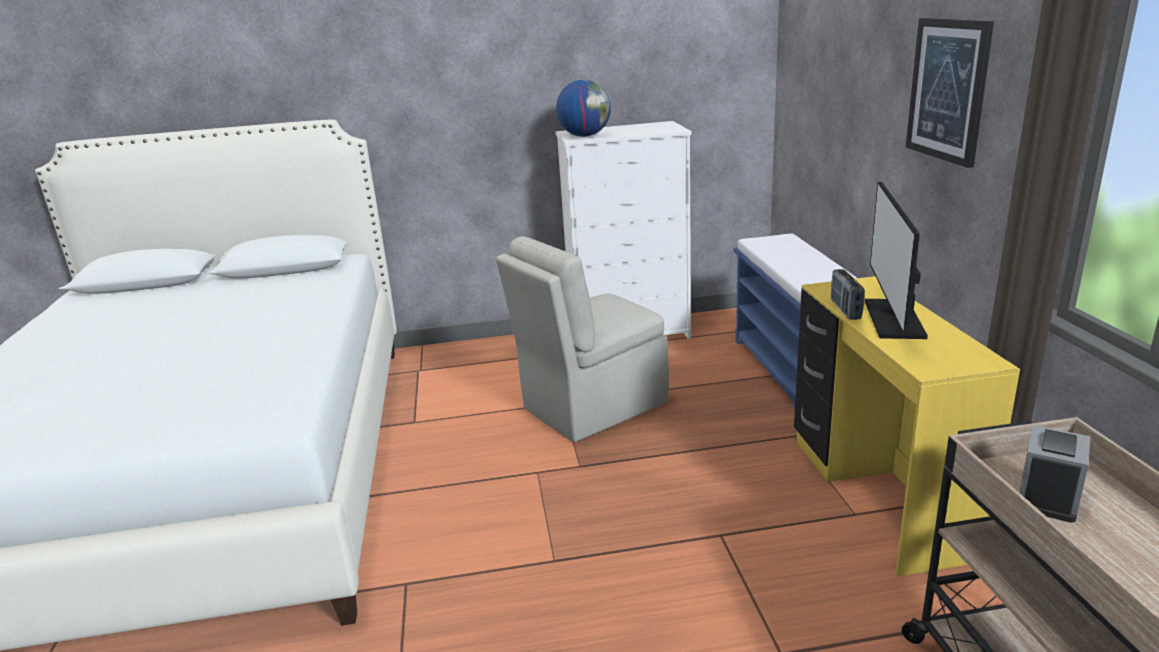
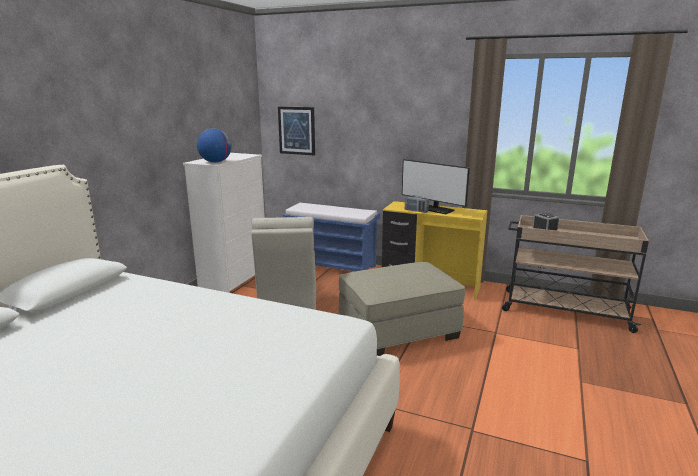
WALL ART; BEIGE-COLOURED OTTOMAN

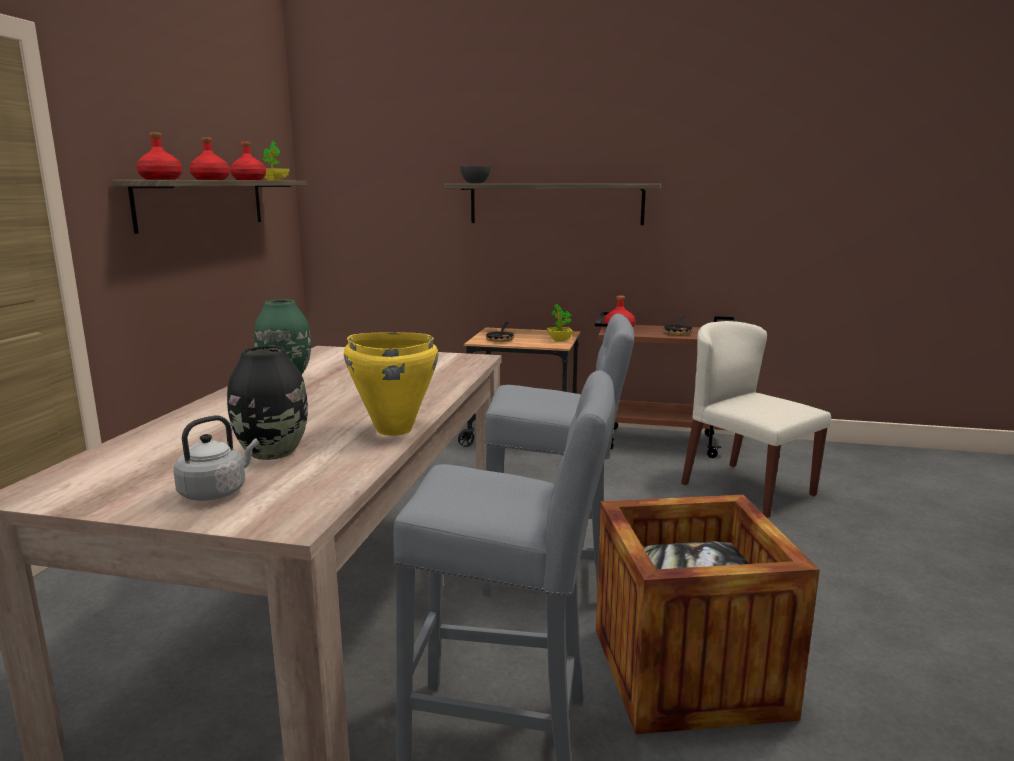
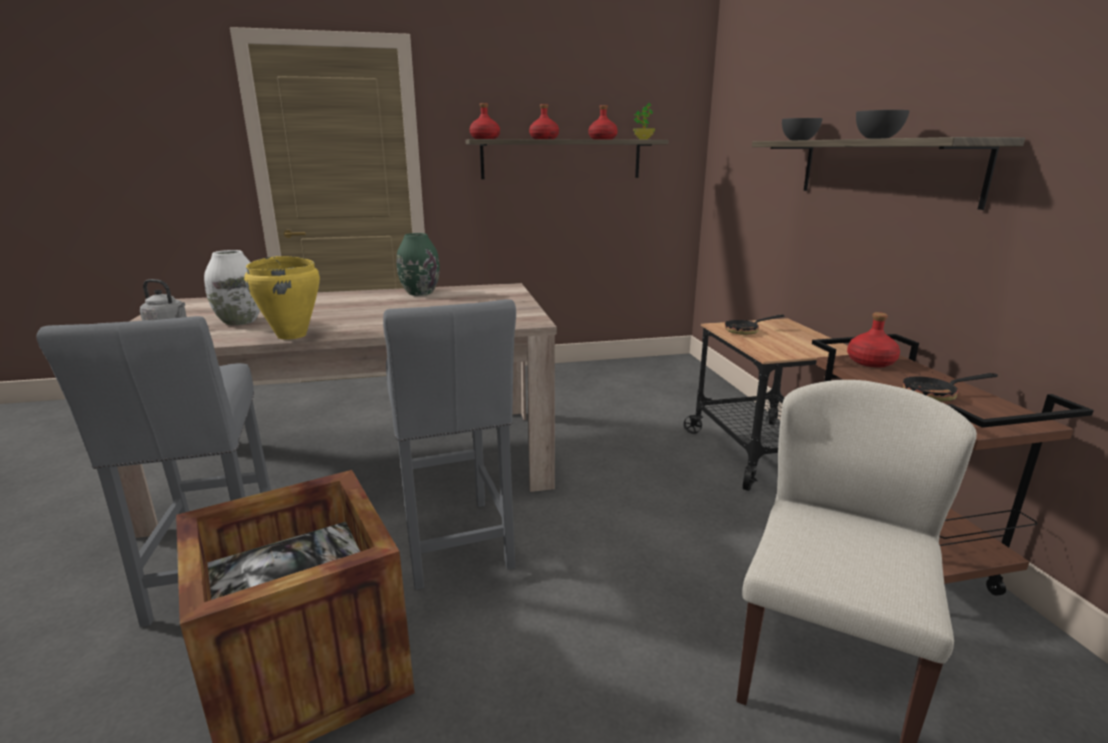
WHITISH FLOWER VASE; GREYISH SERVING BOWL (no. 2 from left); PLANT IN A POT (no. 2 from left in the first image)

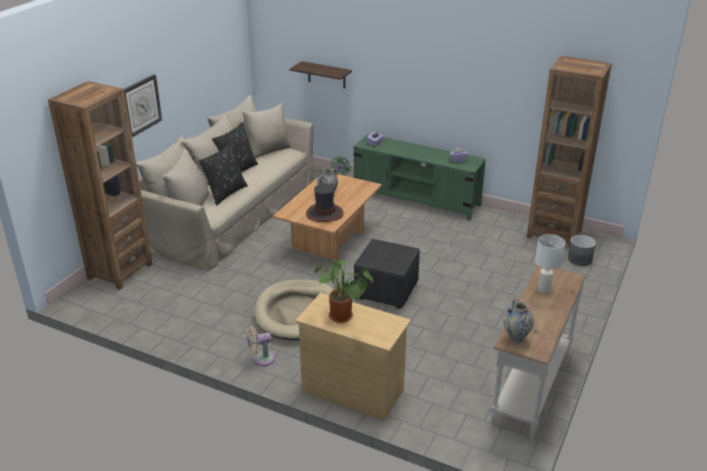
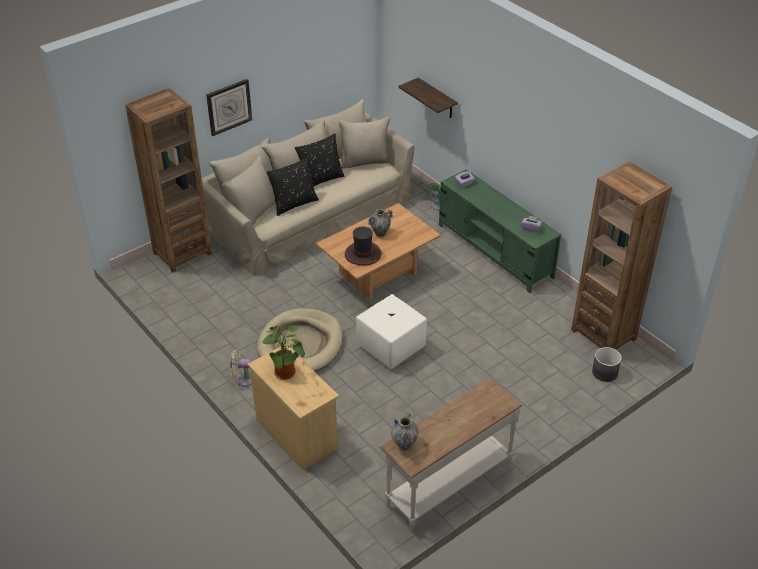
WHITISH OTTOMAN; WHITISH TABLETOP LAMP

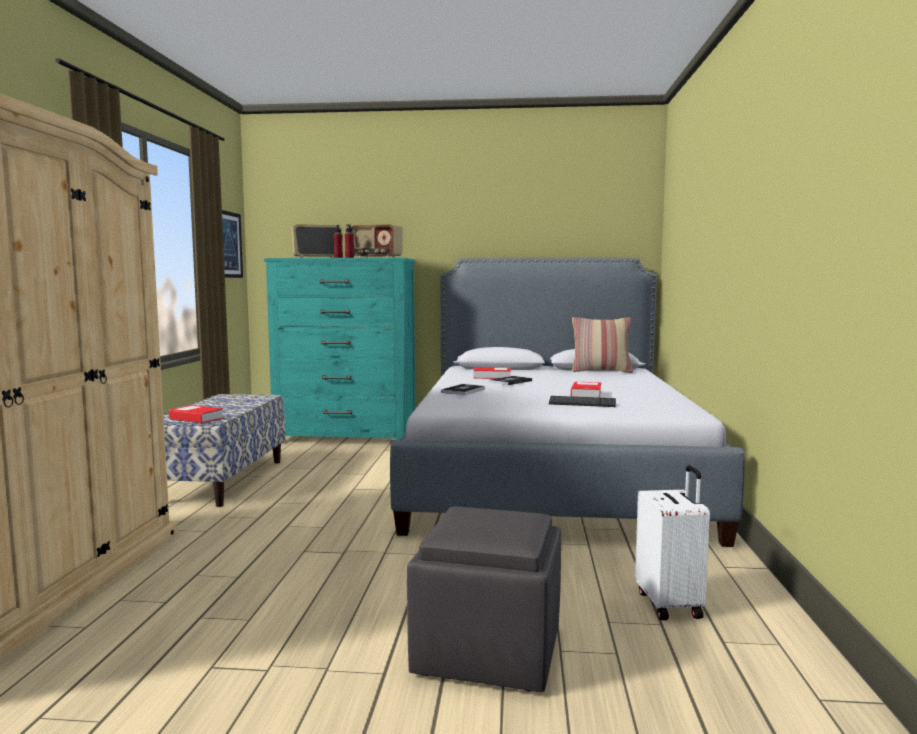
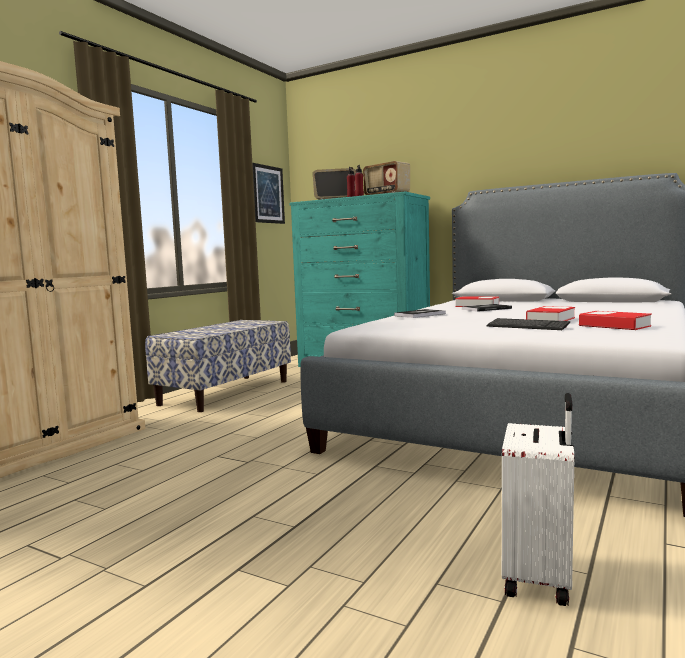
BOOK (no. 5 from left); GREYISH OTTOMAN; CUSHION

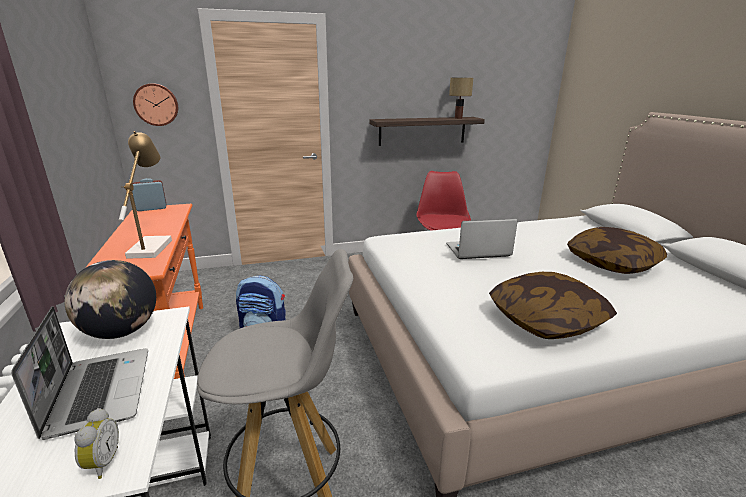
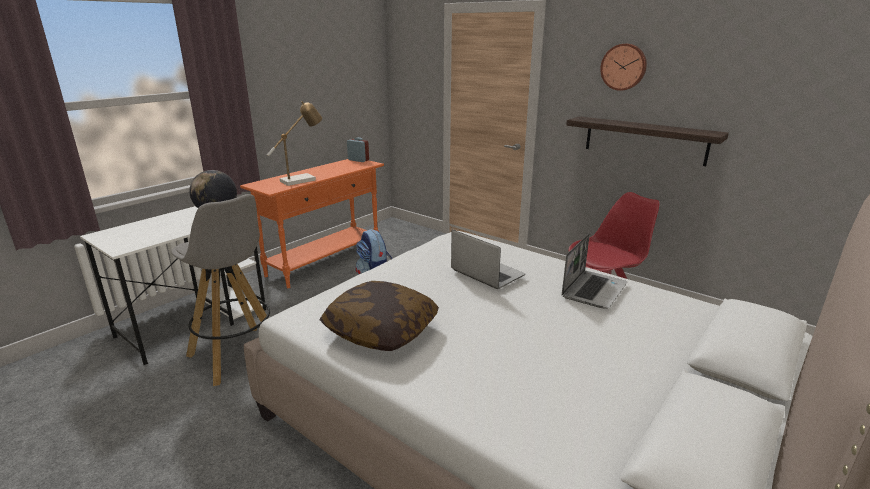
PORTABLE COMPUTER (no. 2 from left); WALL CLOCK; BEDSIDE CLOCK (no. 1 from left in the first image); TABLETOP LAMP (no. 2 from left in the first image); CUSHION (no. 2 from left in the first image)

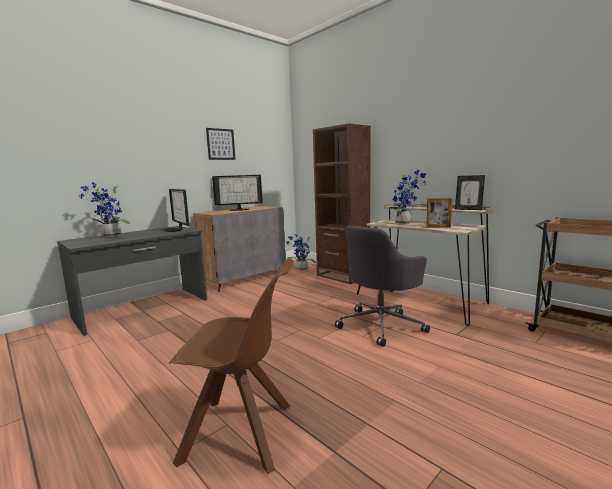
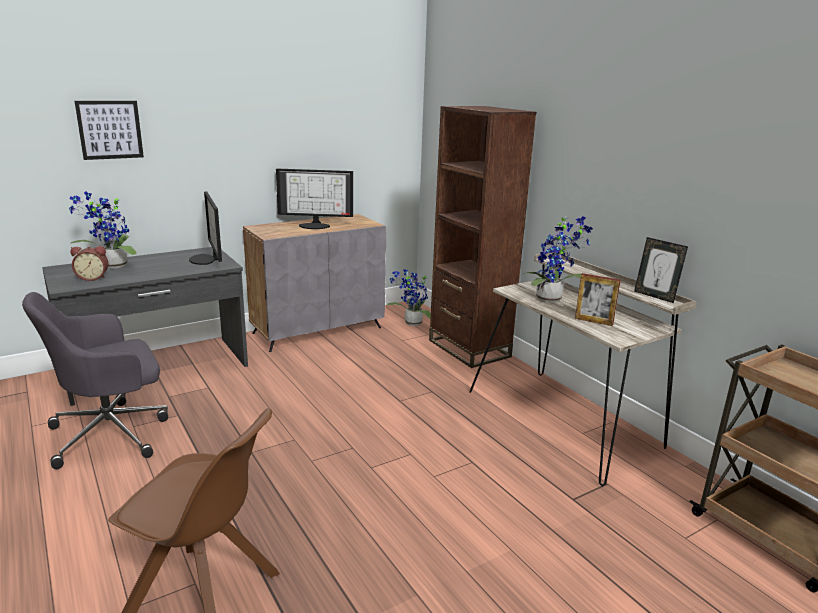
GREYISH COMPUTER CHAIR; BEDSIDE CLOCK; WALL ART

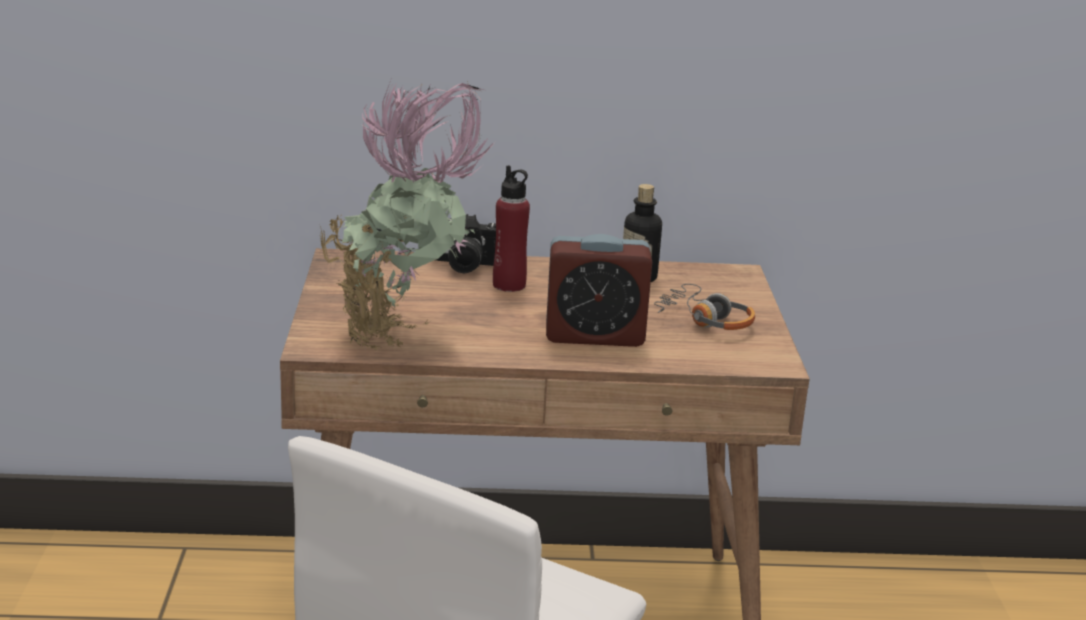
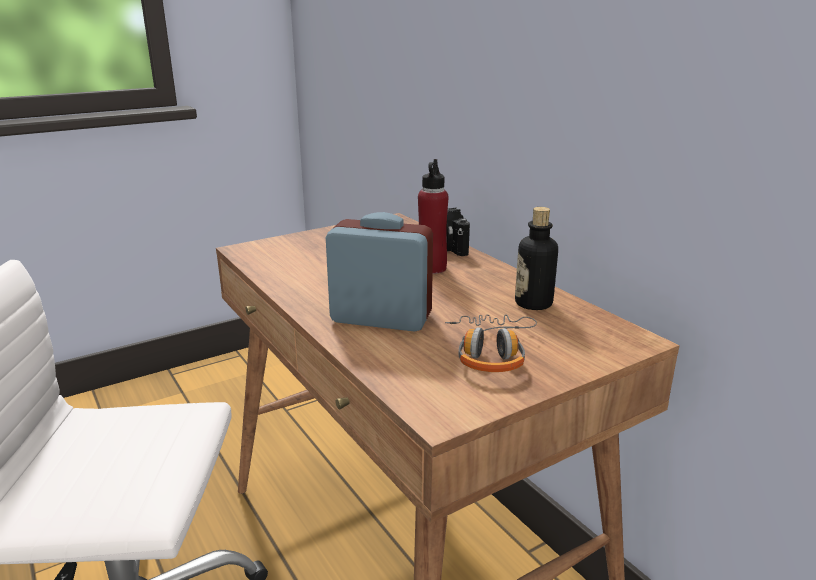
BEDSIDE CLOCK; PLANT IN A POT

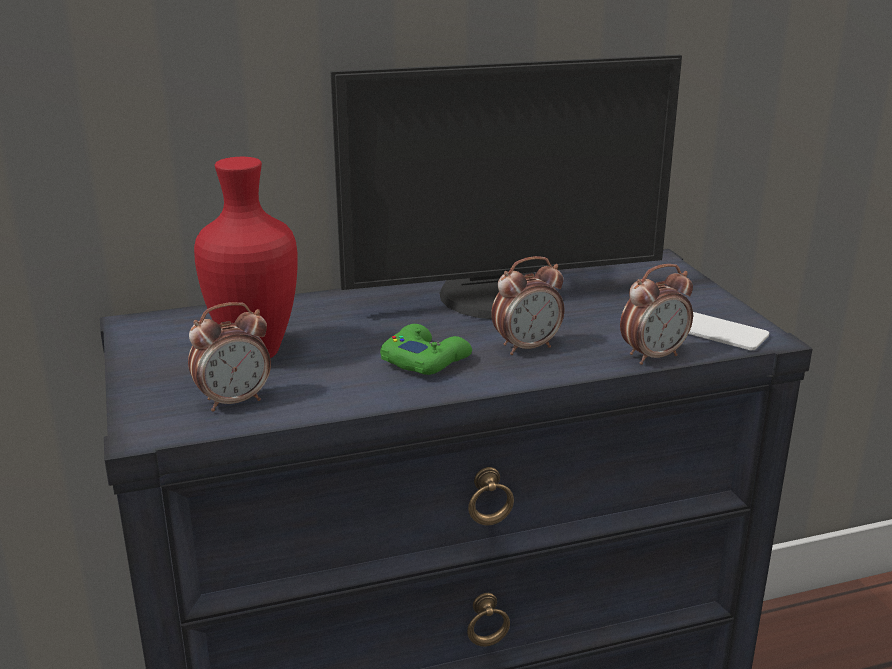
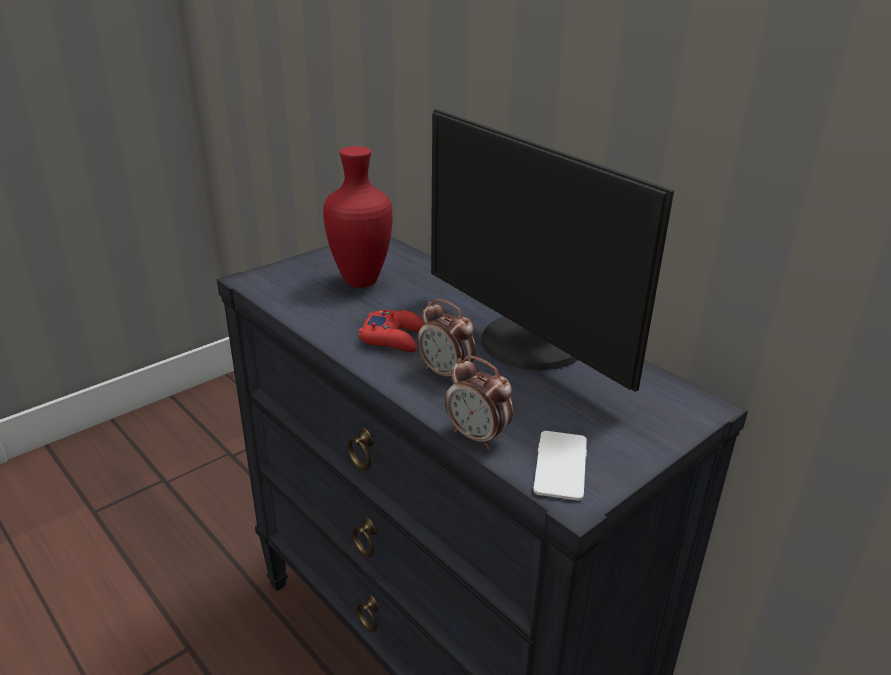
RED-COLOURED JOYPAD; BEDSIDE CLOCK (no. 1 from left in the first image)

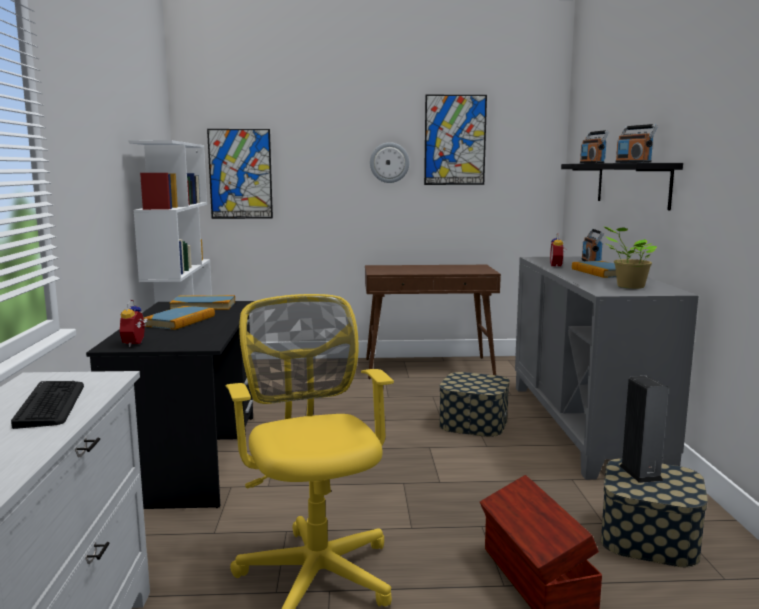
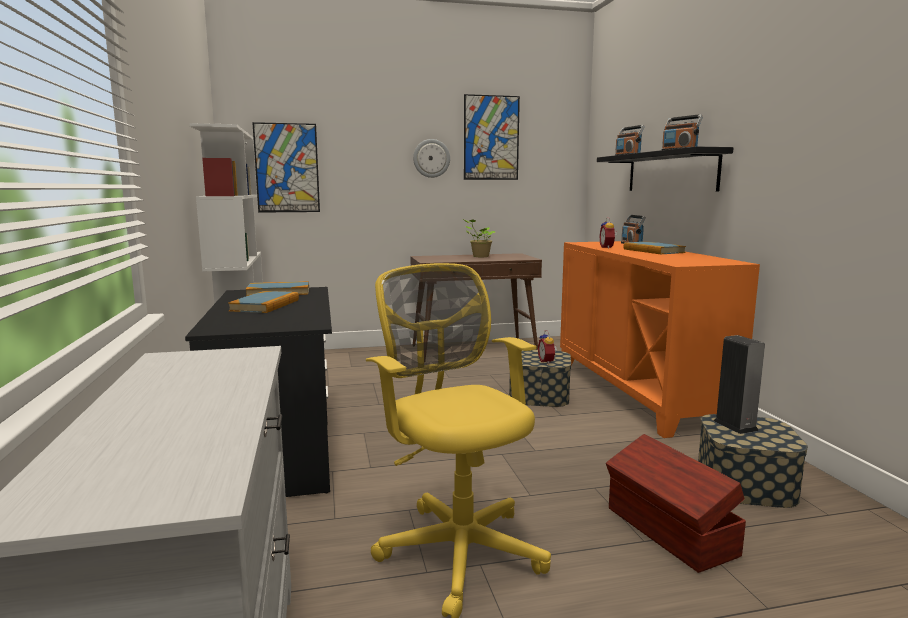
PLANT IN A POT; BEDSIDE CLOCK (no. 1 from left); ORANGE CUPBOARD; COMPUTER KEYBOARD

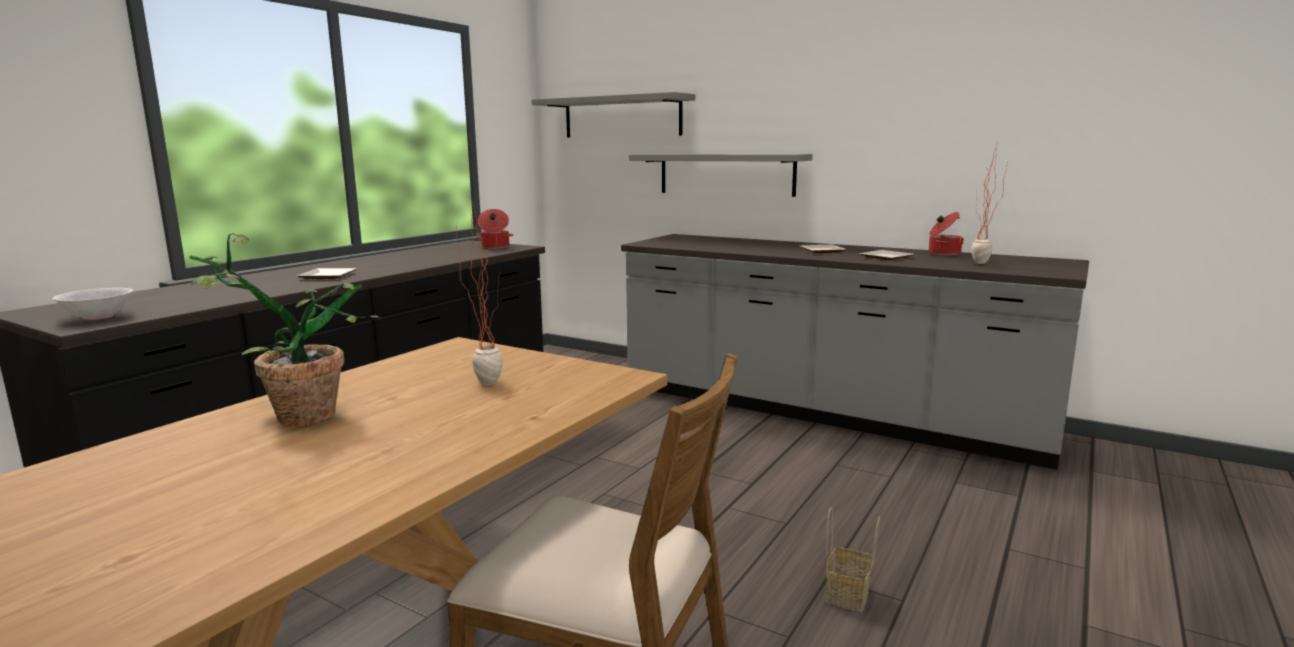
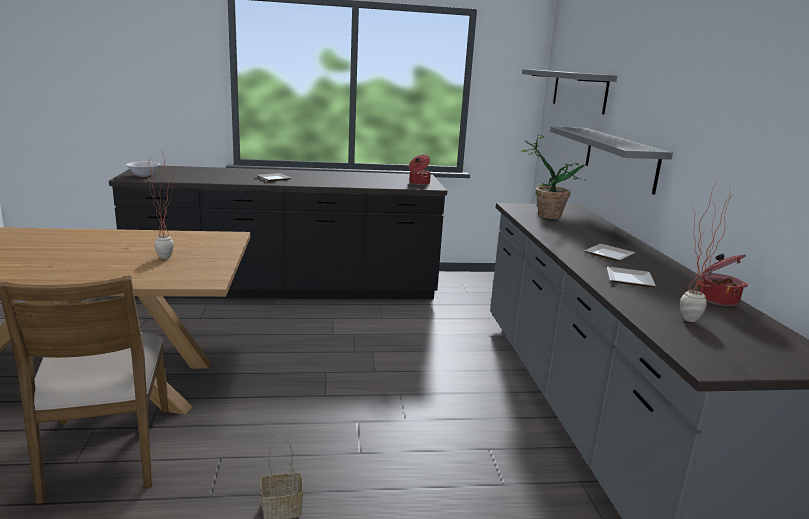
PLANT IN A POT (no. 2 from left)

